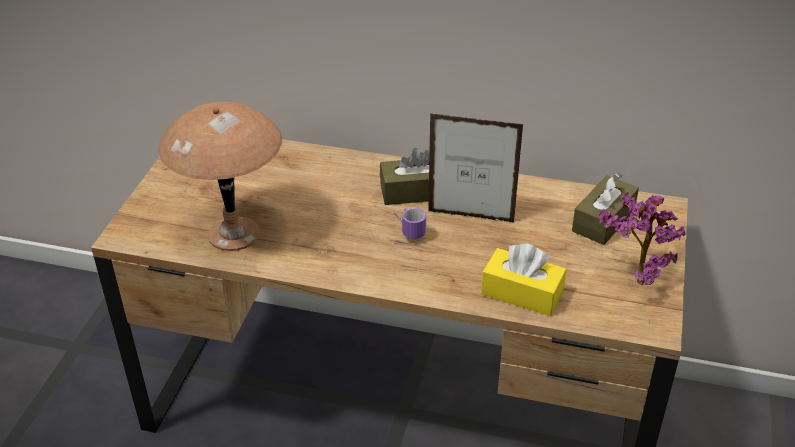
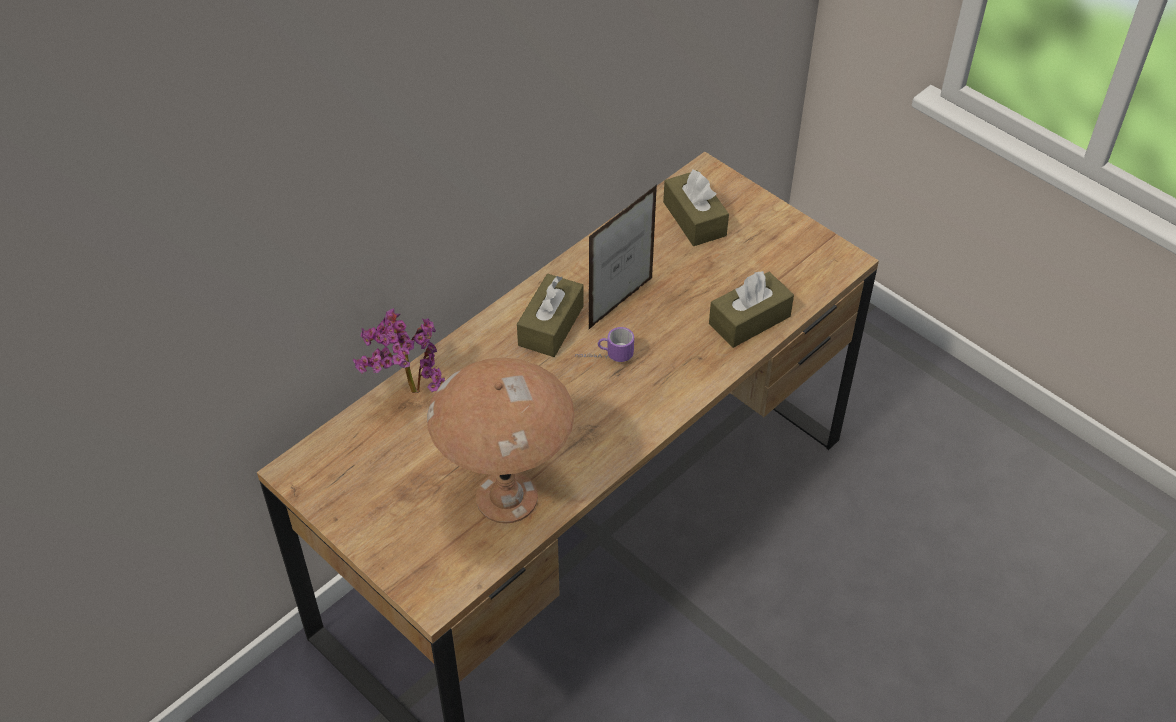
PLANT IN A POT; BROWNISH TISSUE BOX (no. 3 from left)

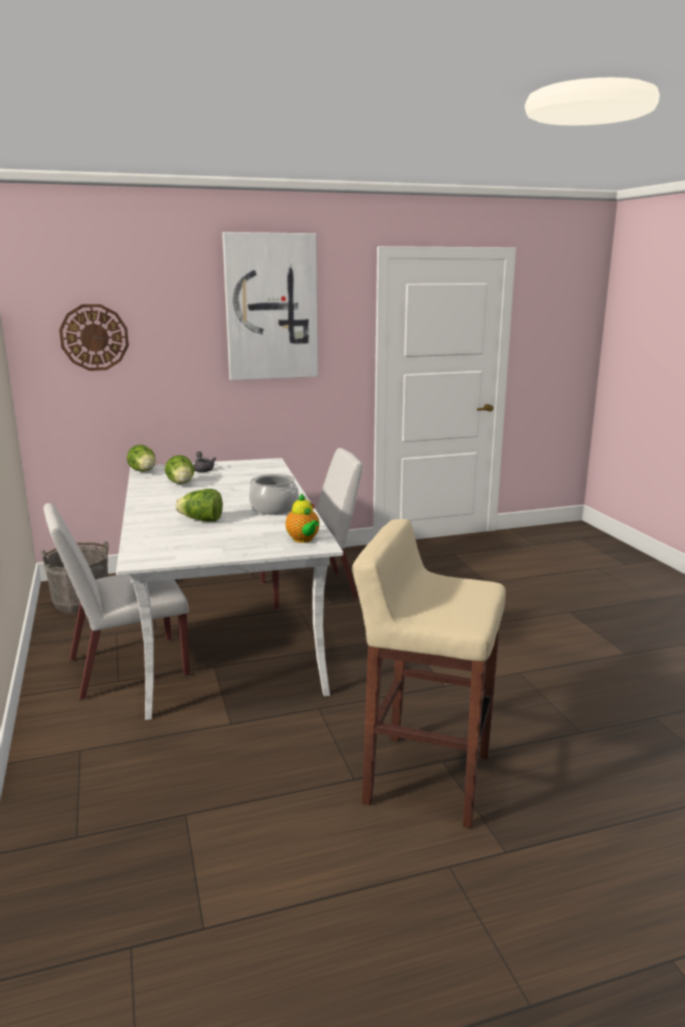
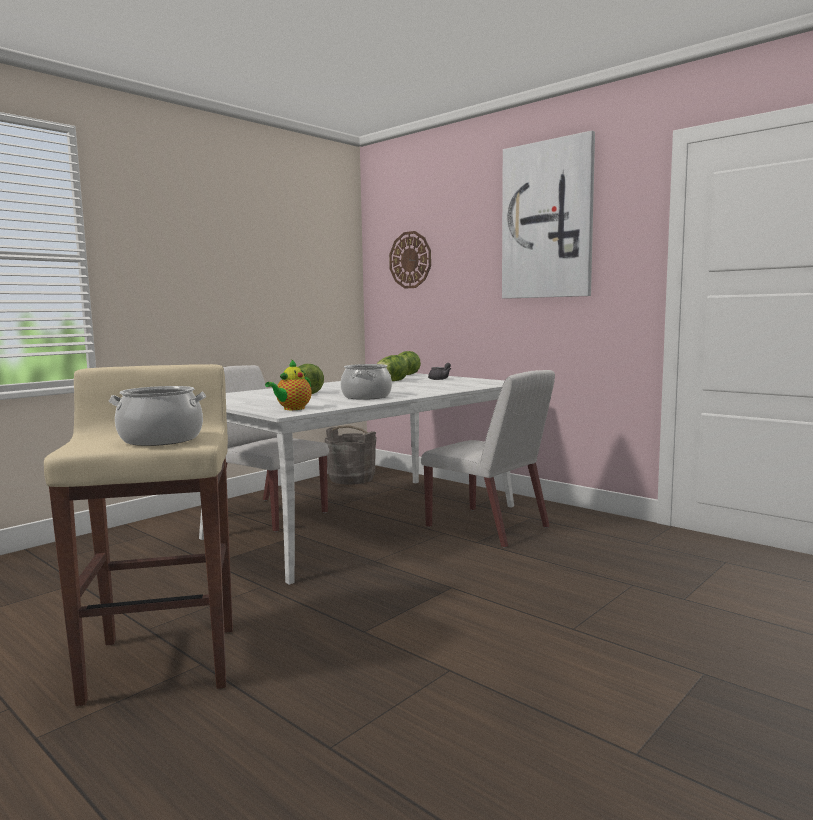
STOCKPOT (no. 1 from left)

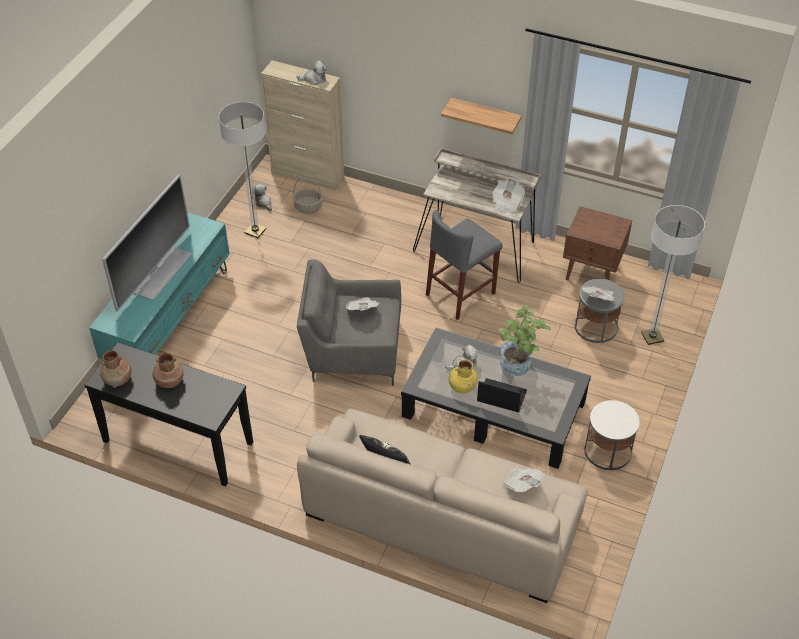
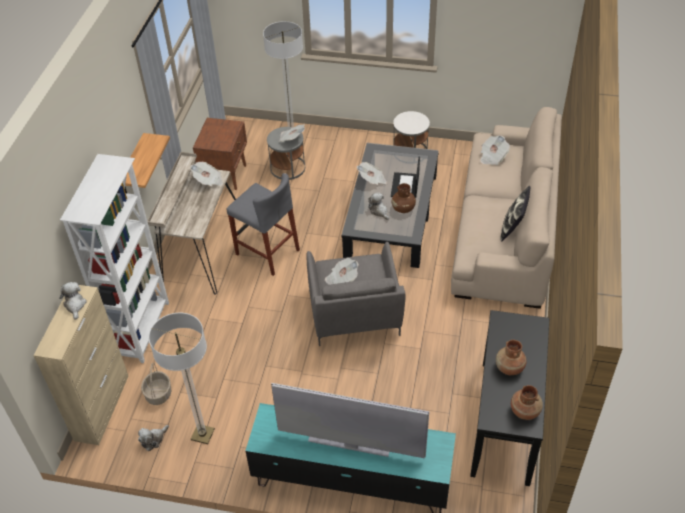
WHITISH BOOKSHELF; PRINTED PAPER (no. 4 from left); BROWNISH FLOWER VASE (no. 1 from left)

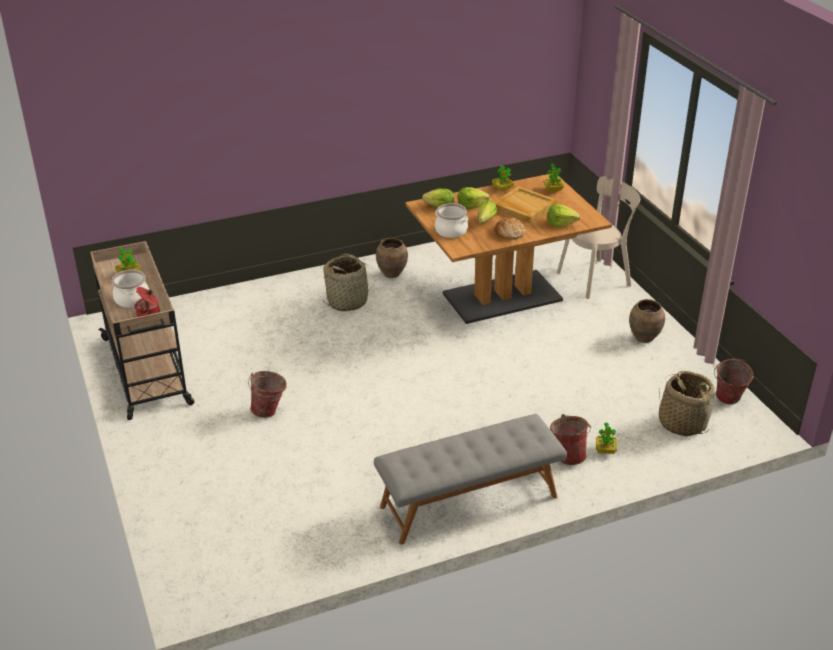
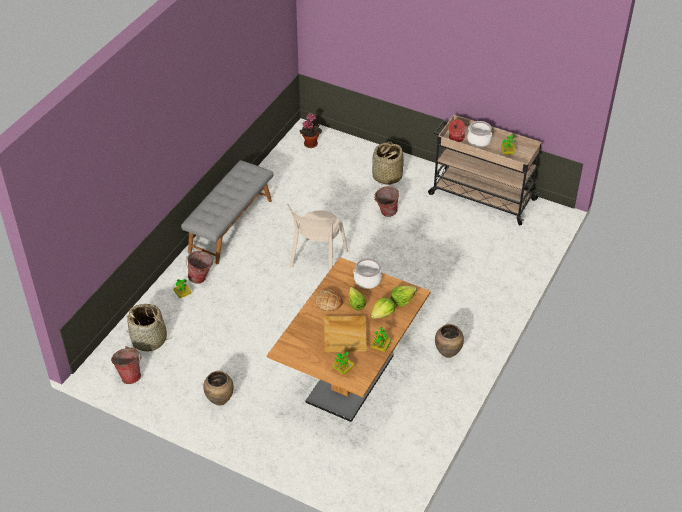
BEIGE-COLOURED UPRIGHT CHAIR; PLANT IN A POT (no. 2 from left); HOUSEHOLD BASKET (no. 2 from left); LETTUCE HEAD (no. 4 from left in the first image)

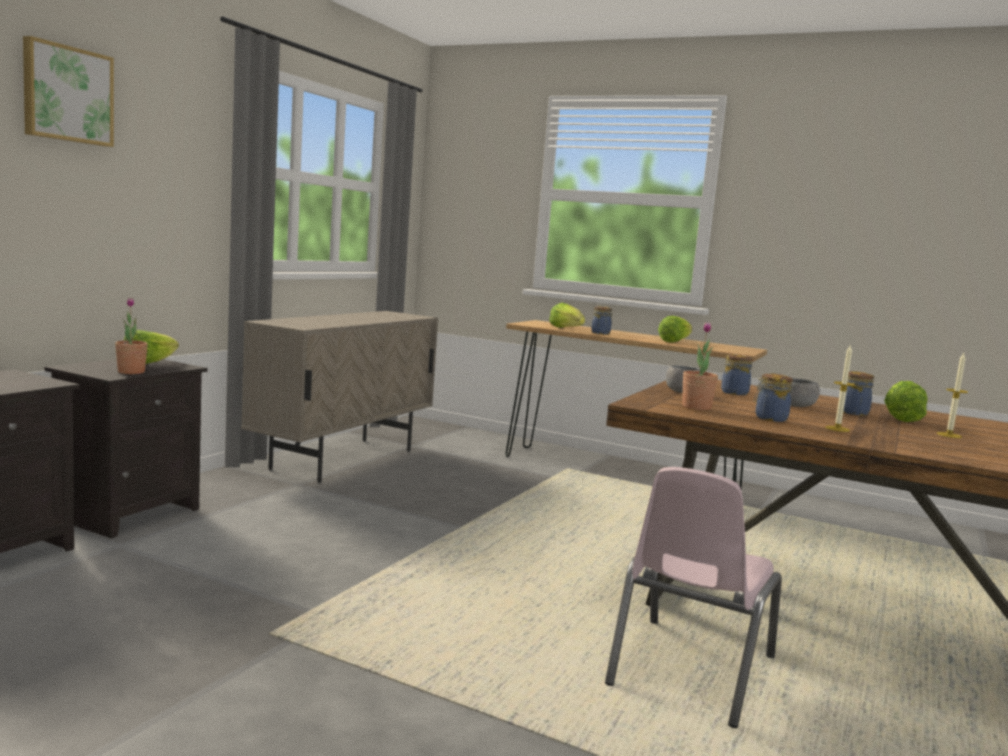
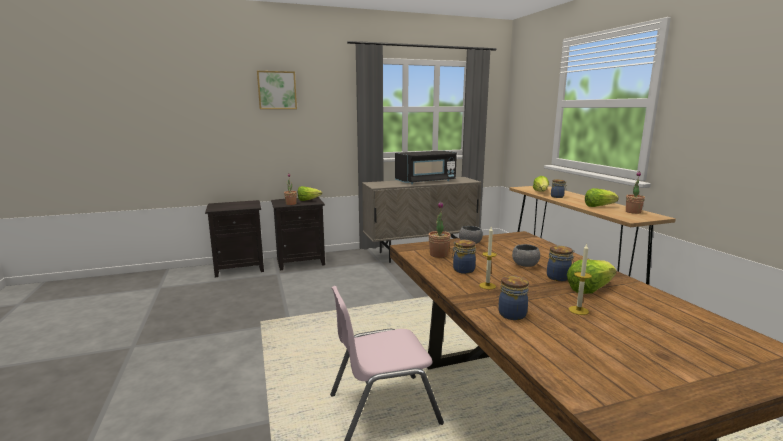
BLACK MICROWAVE OVEN; PRESERVE JAR (no. 2 from left); PLANT IN A POT (no. 3 from left)

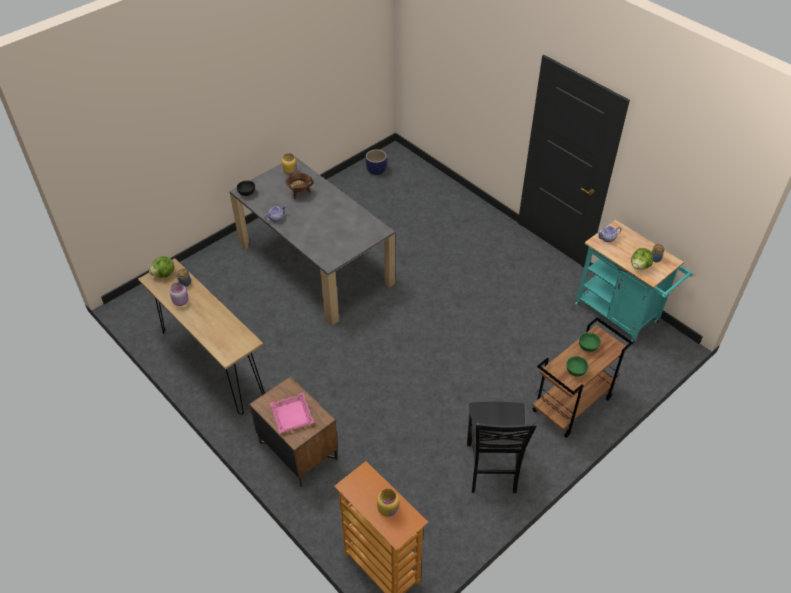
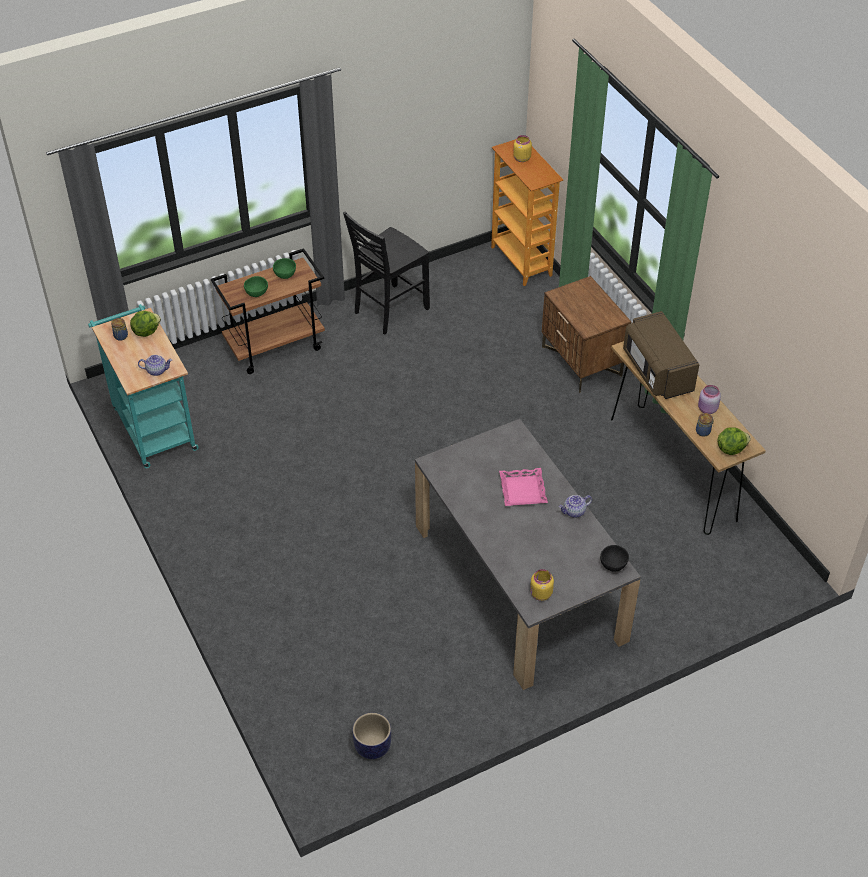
BLACK UPRIGHT CHAIR; PINKISH TRAY; BROWNISH MICROWAVE OVEN; BROWNISH STOCKPOT

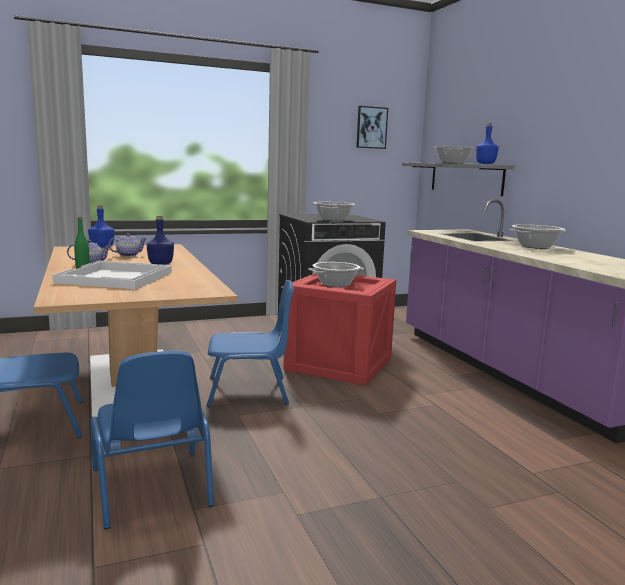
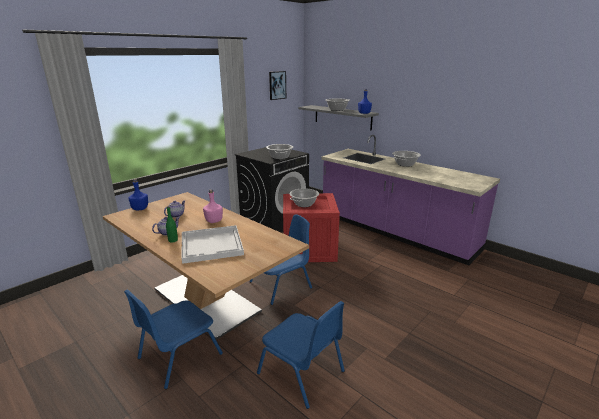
PINKISH BEVERAGE BOTTLE

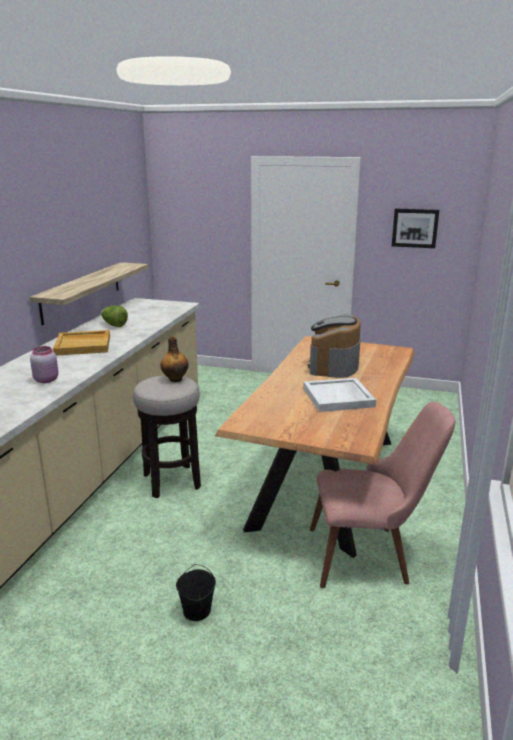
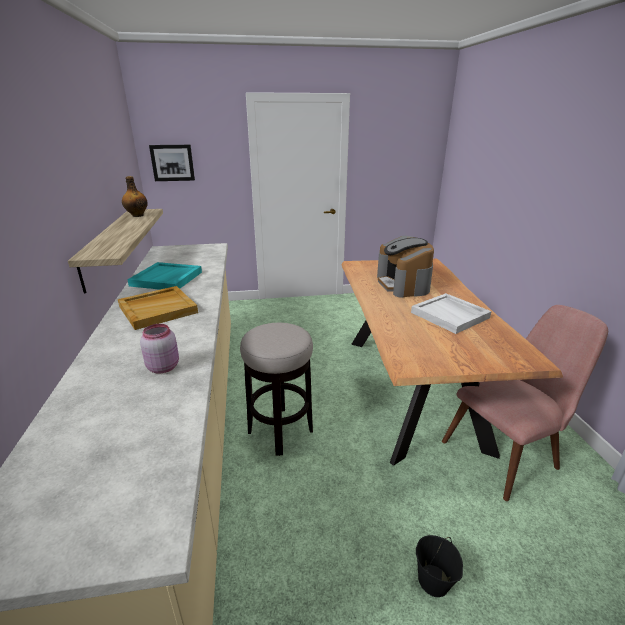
BEVERAGE BOTTLE; BLUE-GREEN TRAY; WALL ART

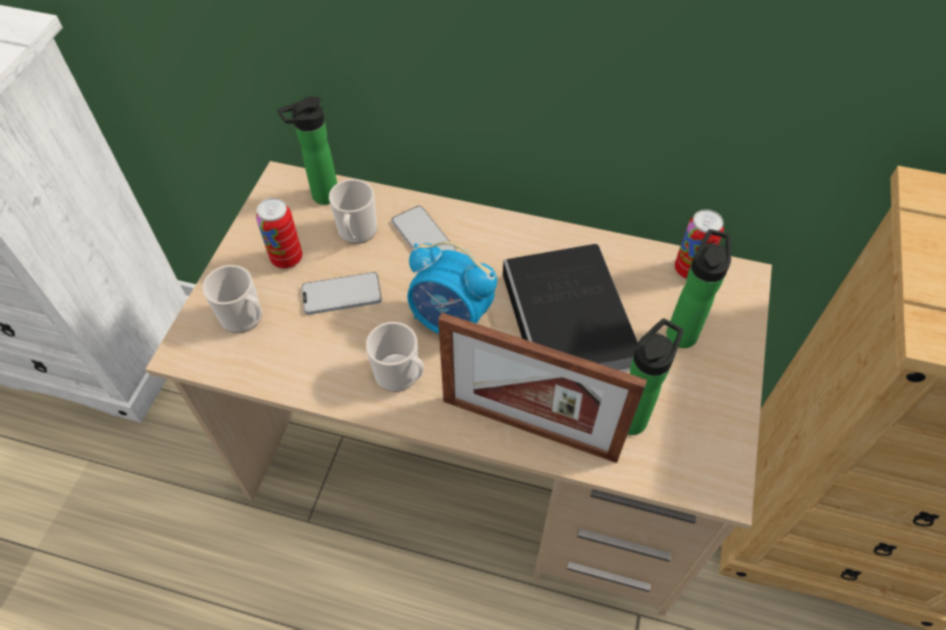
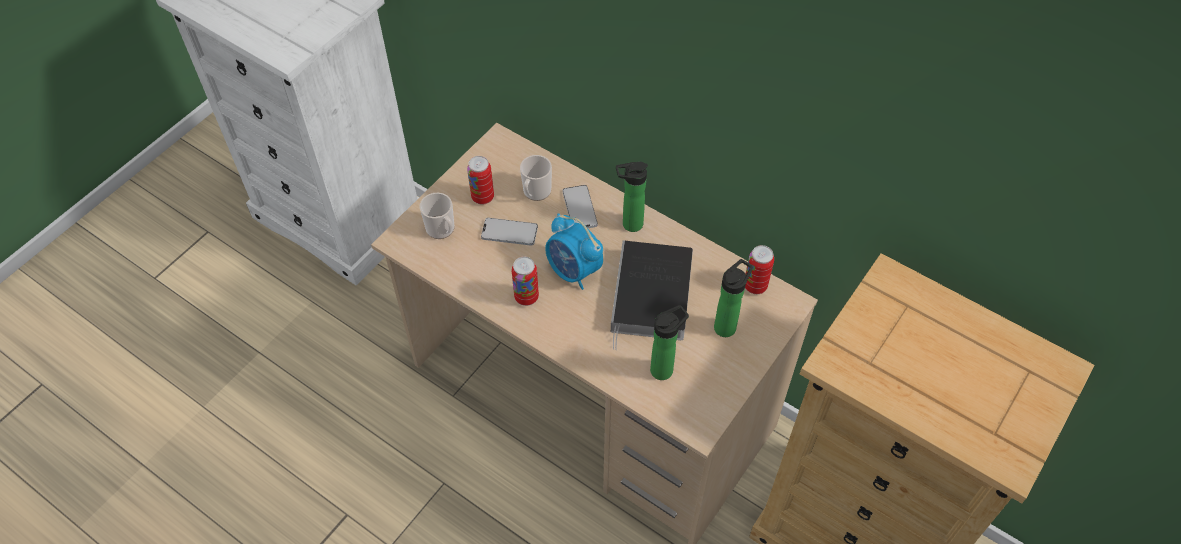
CAN (no. 2 from left); BEVERAGE BOTTLE (no. 1 from left); PICTURE FRAME

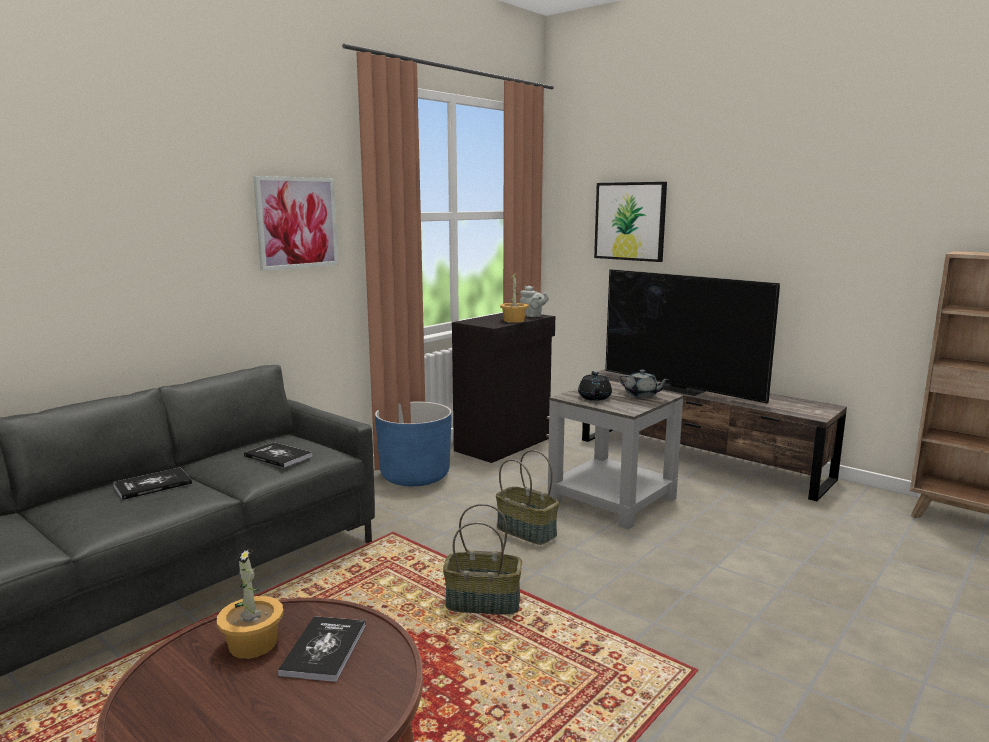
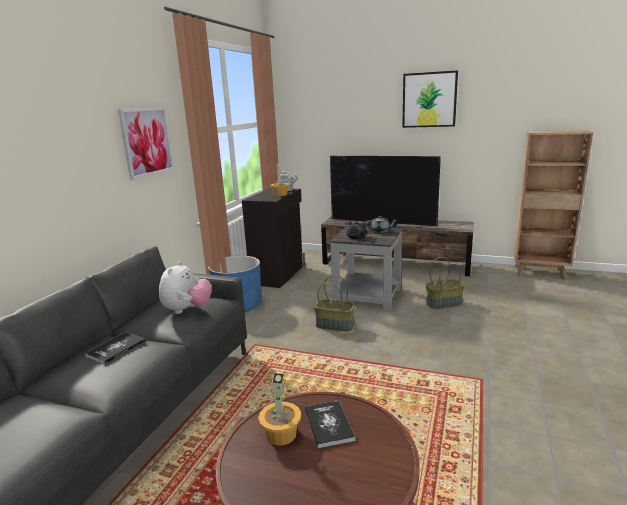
SOFT TOY; WALL ART (no. 2 from left); HOUSEHOLD BASKET (no. 2 from left)

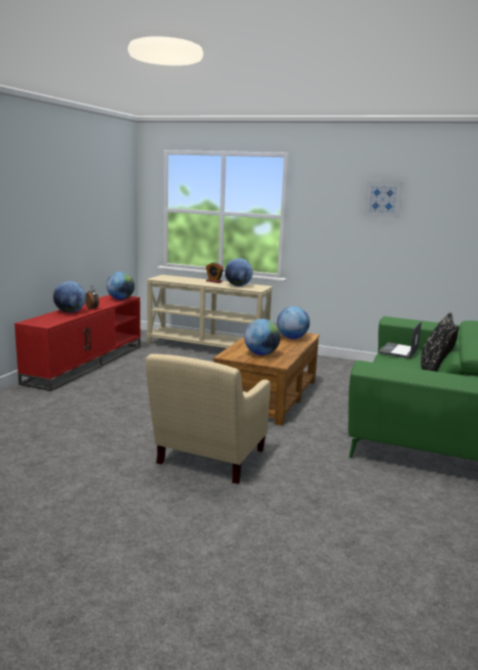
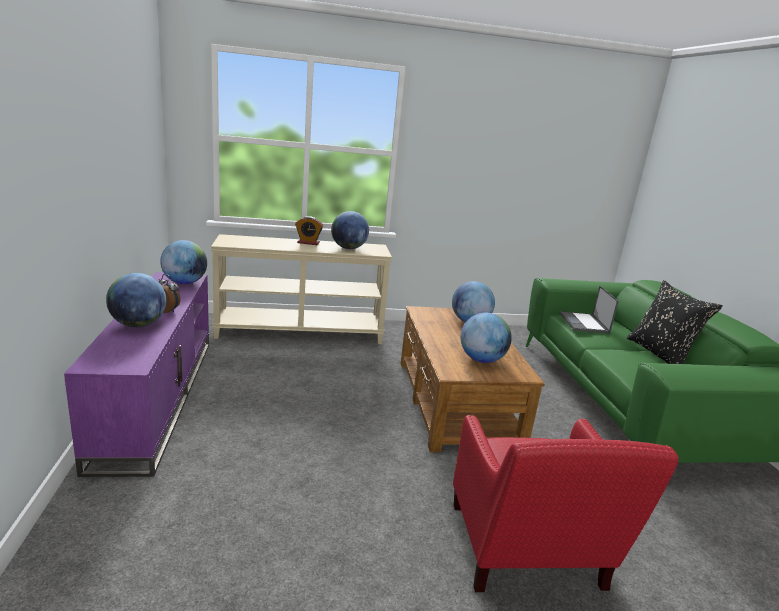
PURPLE-COLOURED TV STAND; RED-COLOURED LOUNGE CHAIR; WALL ART

